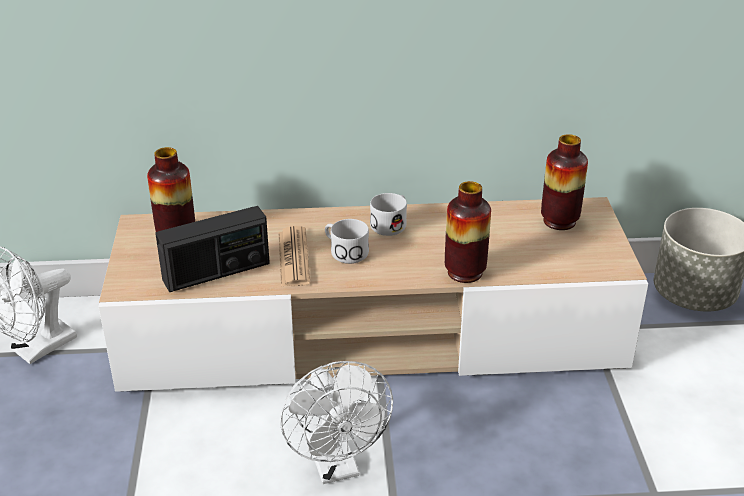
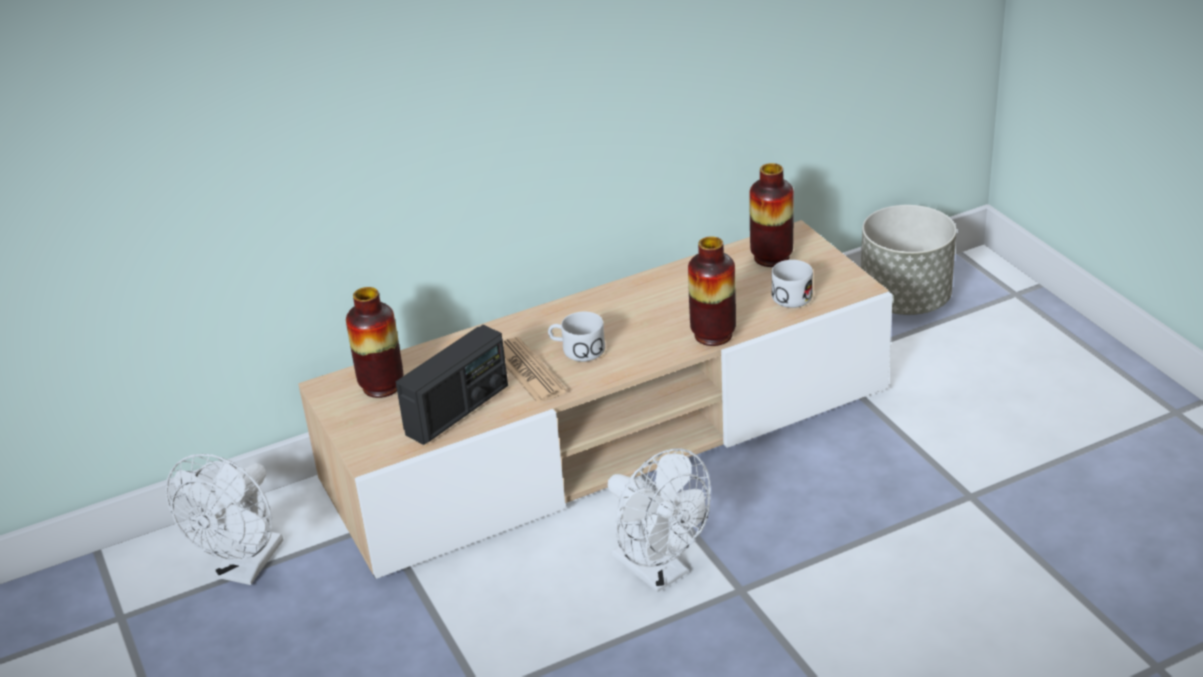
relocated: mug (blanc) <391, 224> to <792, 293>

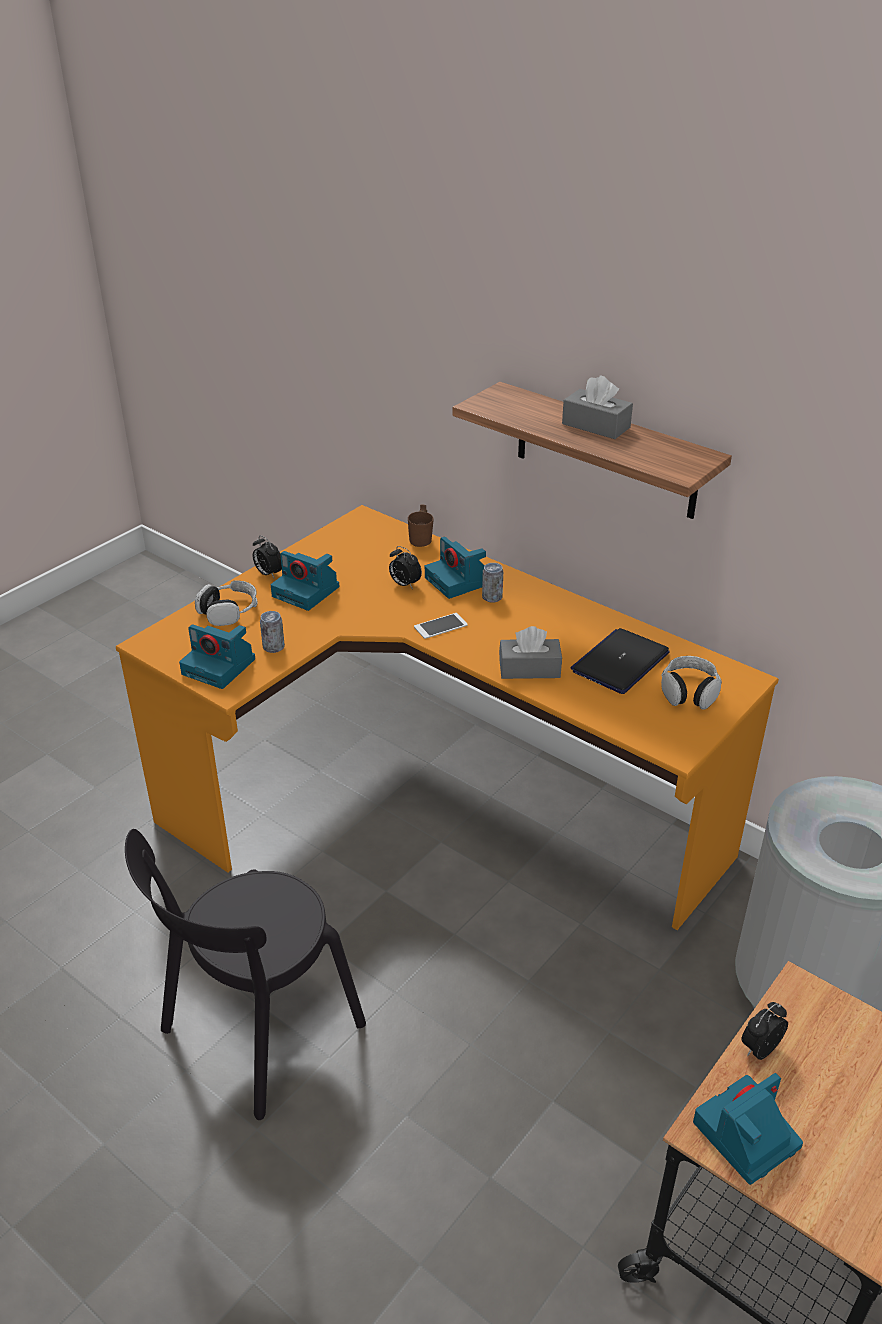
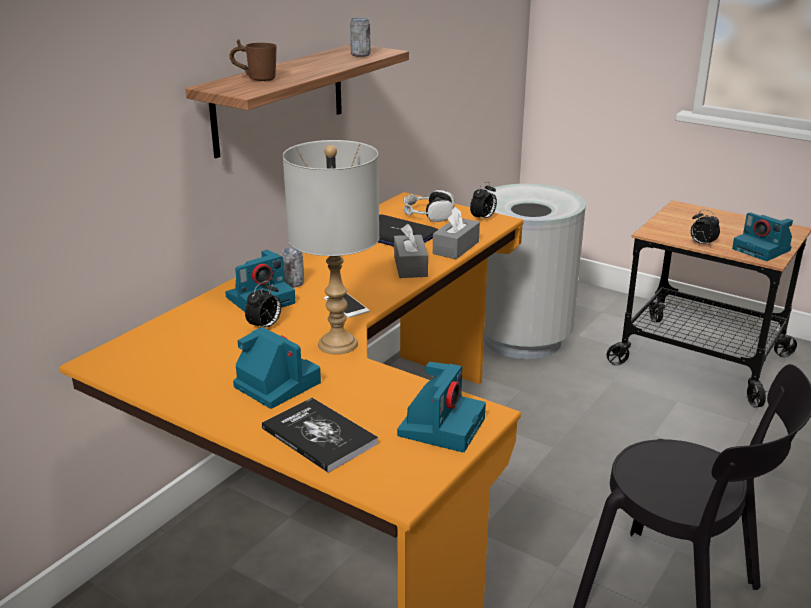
appeared: lampe de table (gris) <338, 344>
relocated: boîte à mouchoirs (gris) <596, 426> to <456, 248>; mug (marron) <424, 540> to <257, 78>; réveil <268, 574> to <483, 218>; boîte métallique <273, 647> to <360, 55>
exchanged: casque audio <228, 611> to livre <319, 436>
spun: appareil photo <307, 591> = <275, 384> 75 degrees counterclockwise

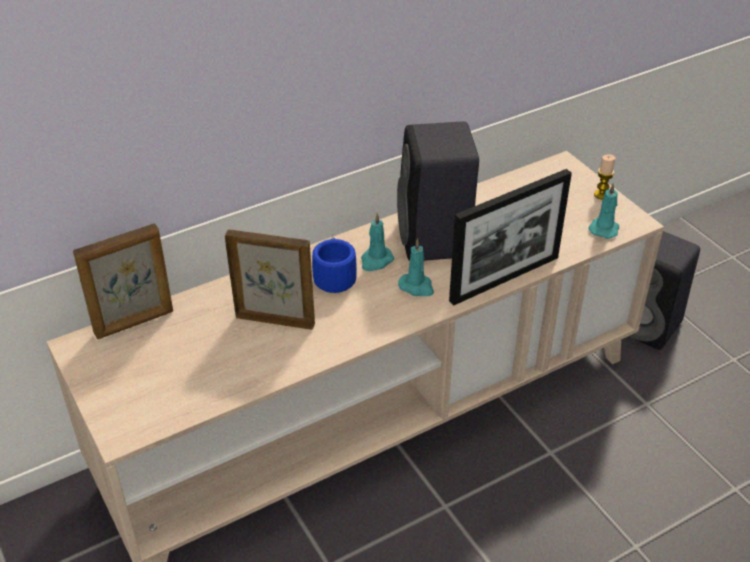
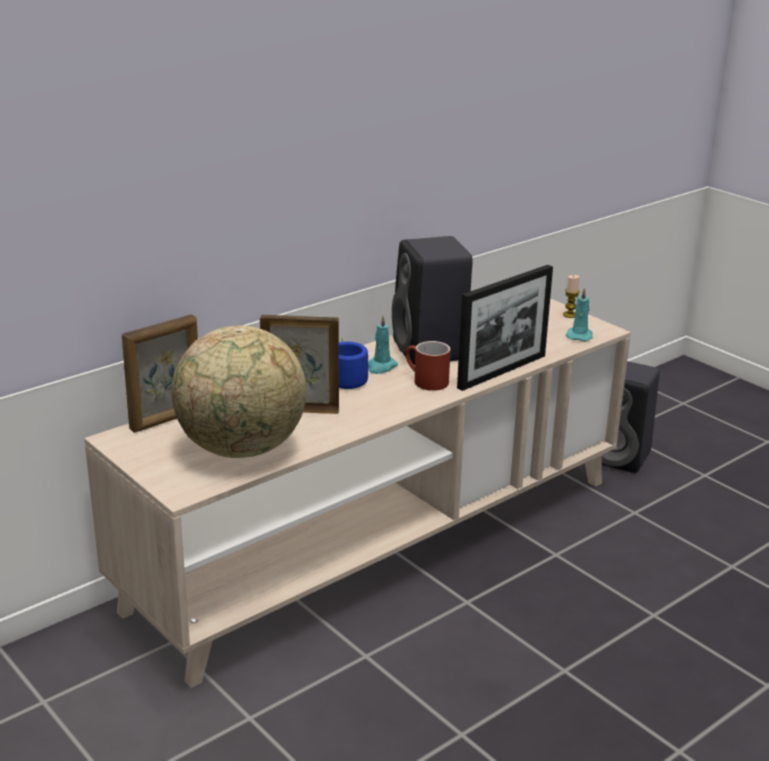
appeared: globe <242, 449>
exchanged: bougie (turquoise) <417, 287> to mug (rouge) <424, 381>

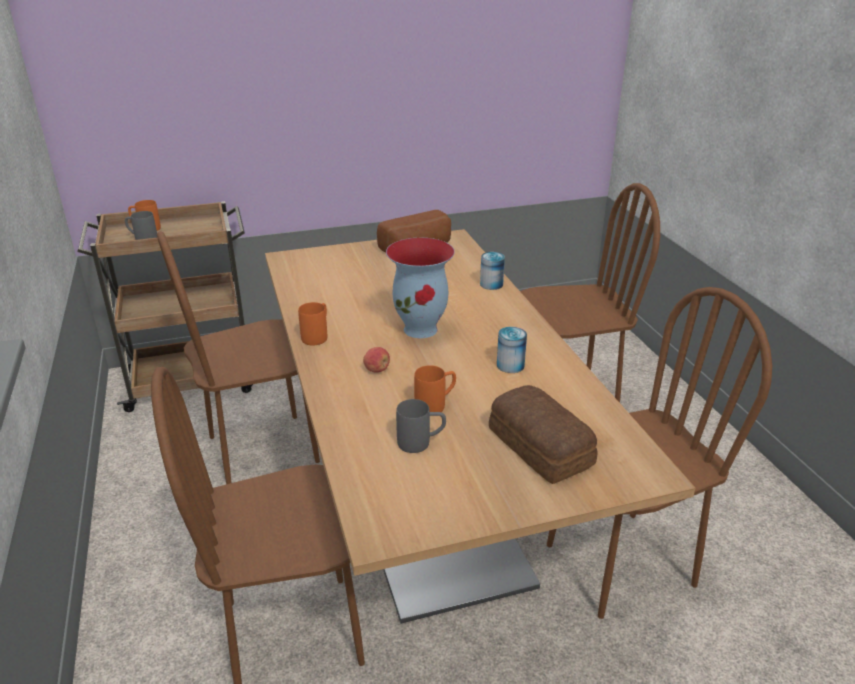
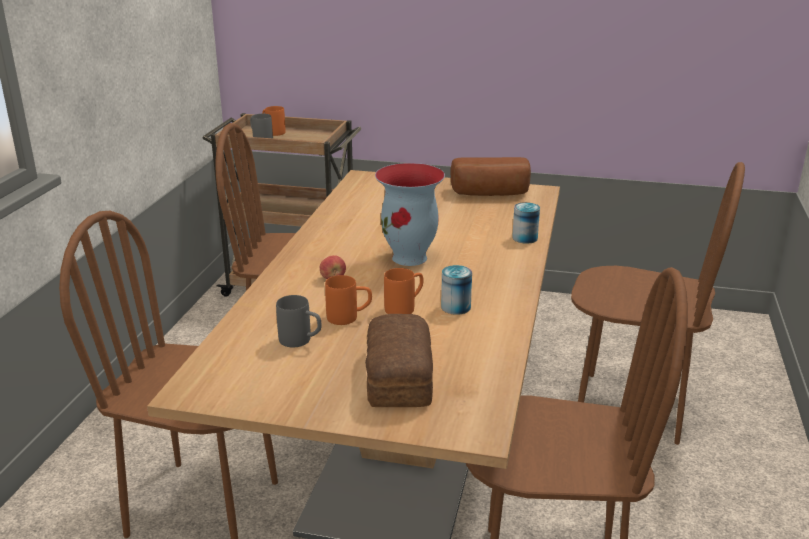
relocated: mug (orange) <317, 336> to <405, 307>

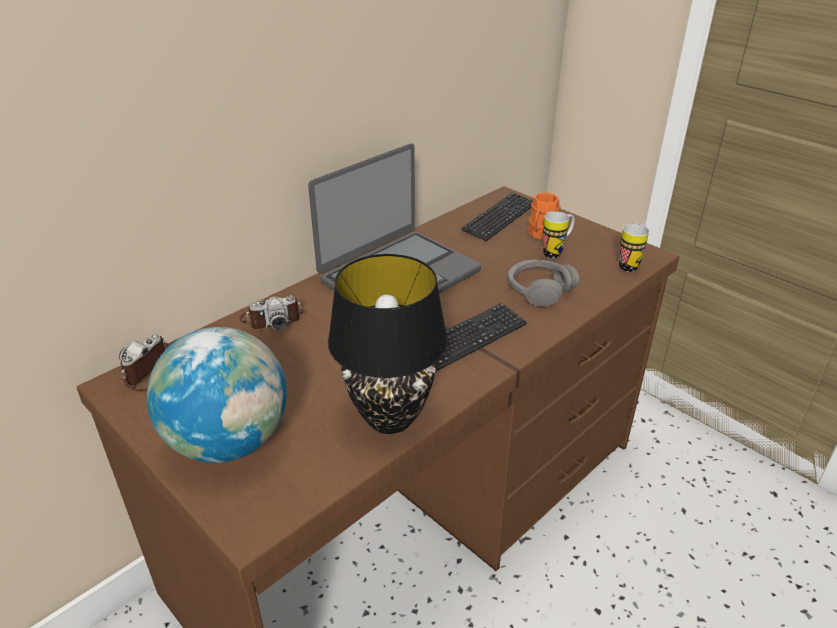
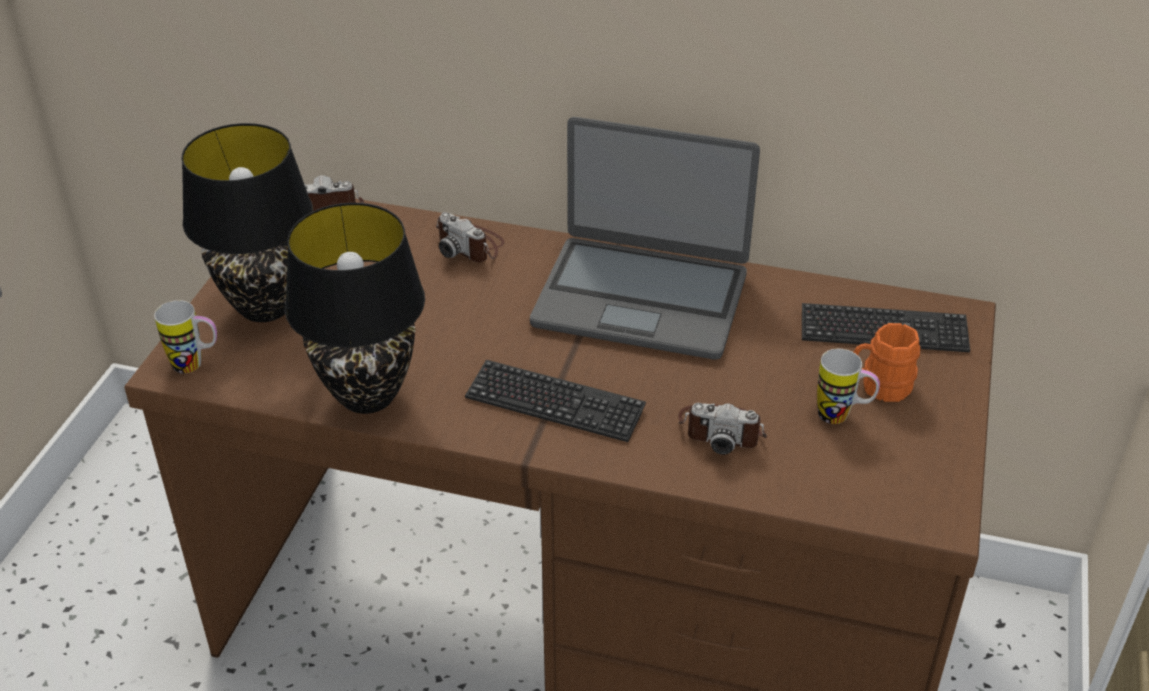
relocated: mug <630, 265> to <196, 365>
exchanged: casque audio (gris) <539, 290> to appareil photo <721, 430>; globe <229, 442> to lampe de table (noir) <266, 308>

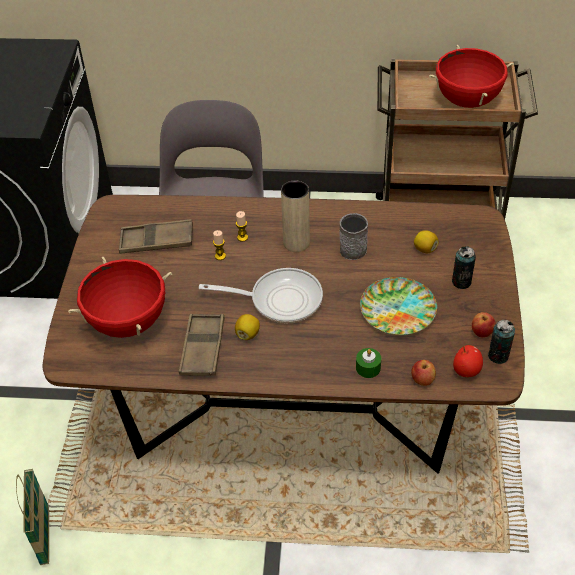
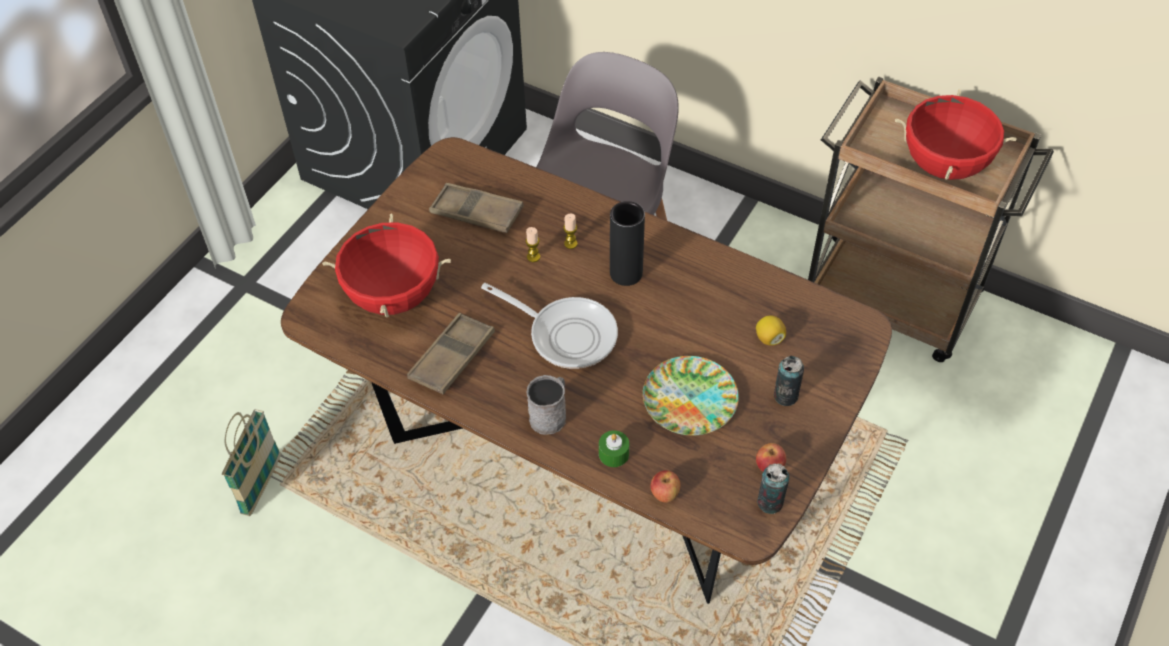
missing: citron <247, 334>; pomme <466, 370>
relocated: mug (gris) <353, 246> to <550, 414>
colour: vase (beige) <296, 243> to vase (noir) <626, 273>

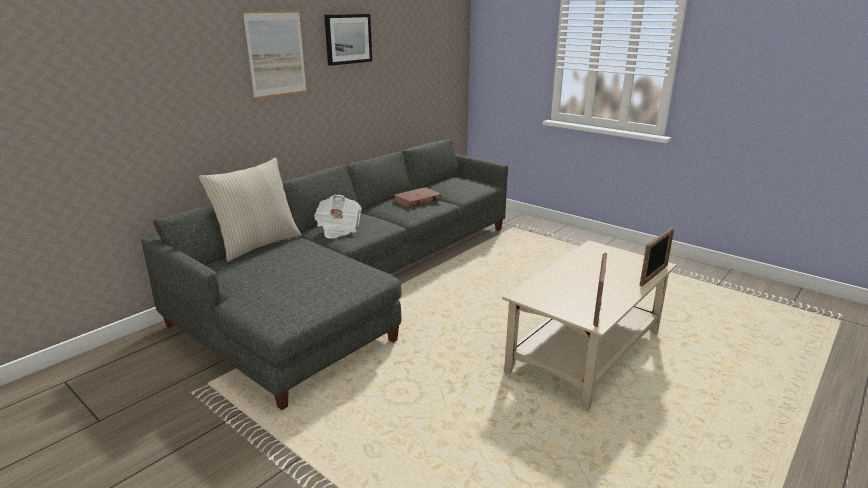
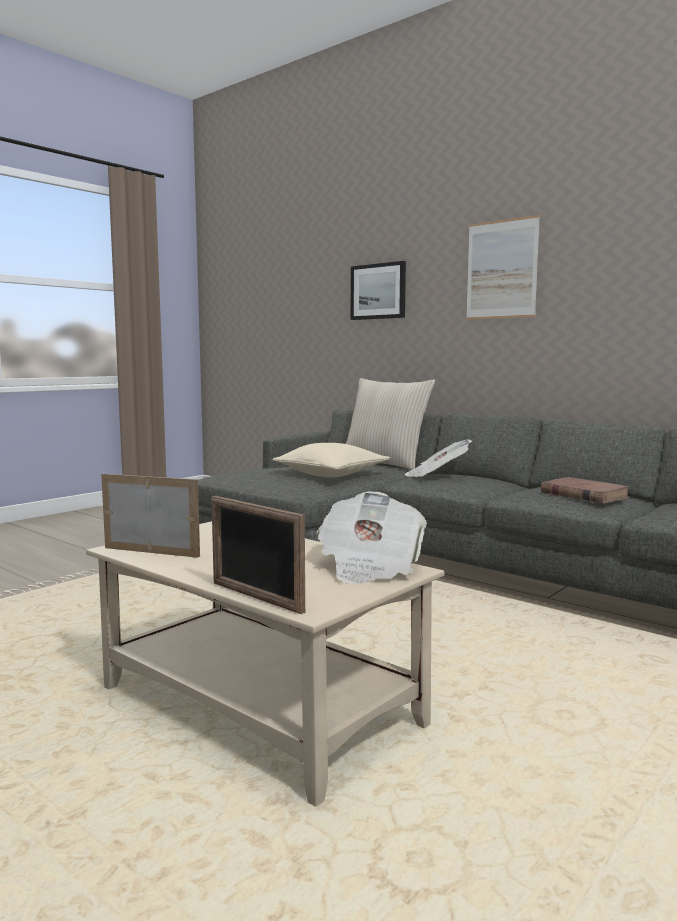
appeared: coussin (beige) <331, 474>; journal <369, 567>
relocated: tableau <348, 39> to <378, 291>

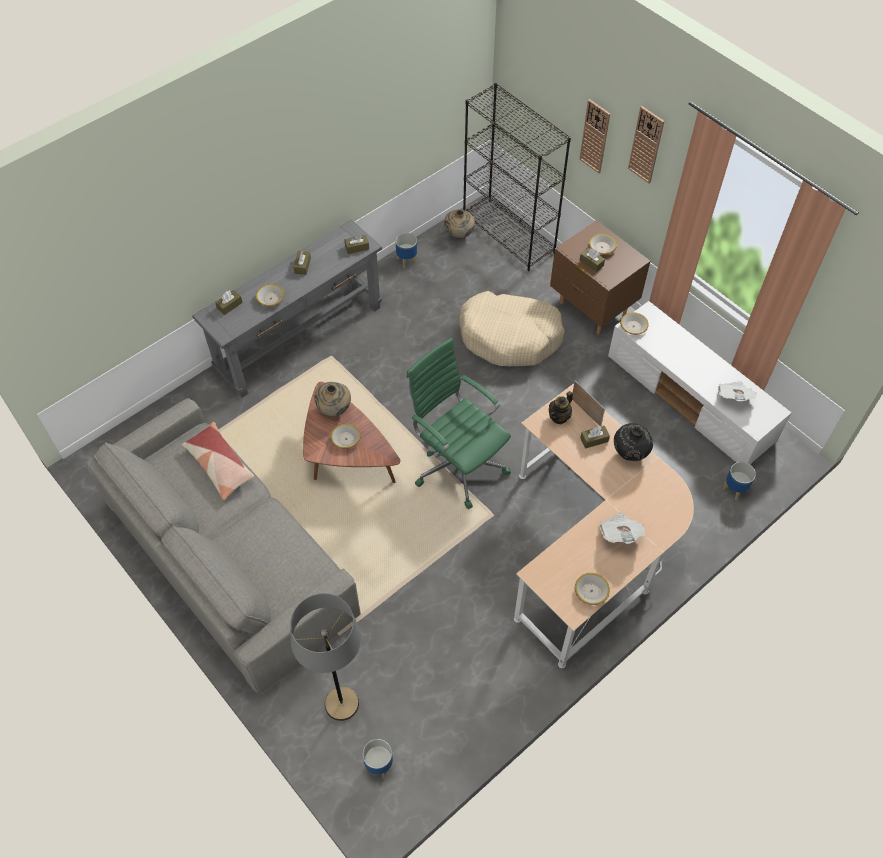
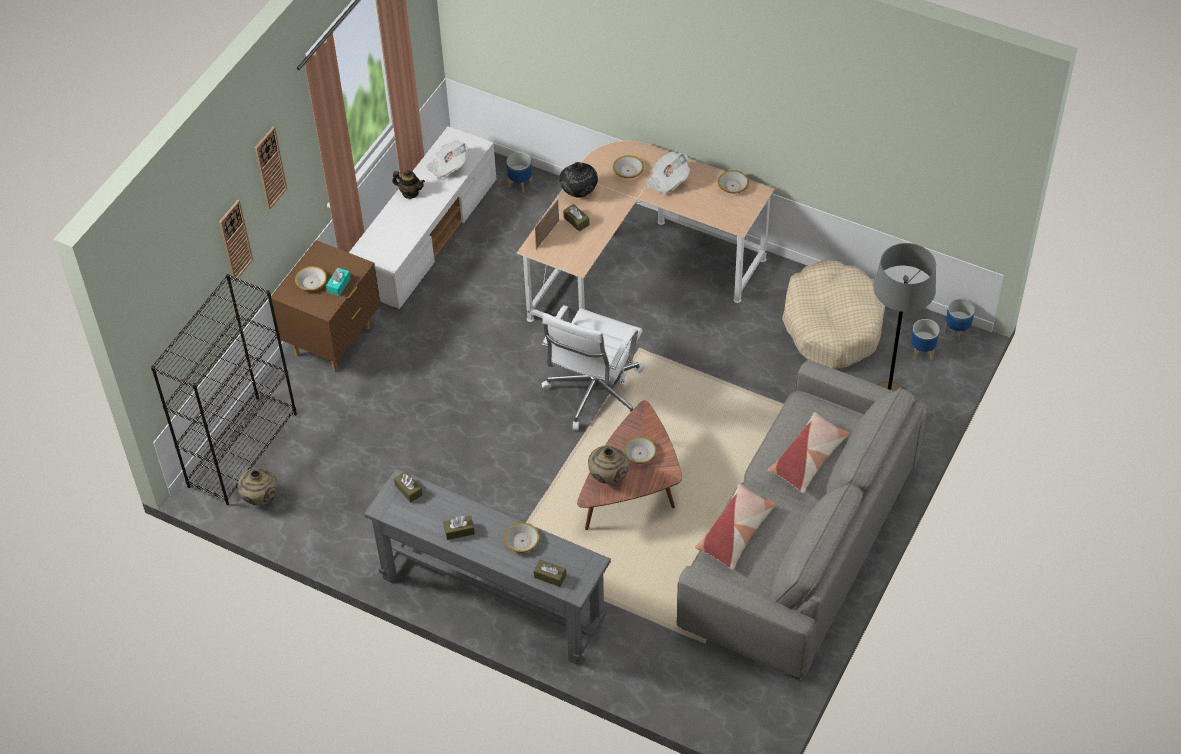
appeared: coussin <808, 458>
relocated: cache-pot <407, 260> to <956, 331>; panier pour chien (beige) <510, 336> to <832, 324>; bol <633, 326> to <628, 171>; théière <559, 417> to <410, 193>
colour: boîte à mouchoirs (marron) <591, 263> to boîte à mouchoirs (turquoise) <339, 285>; chaise de bureau (vert) <458, 463> to chaise de bureau (blanc) <594, 394>

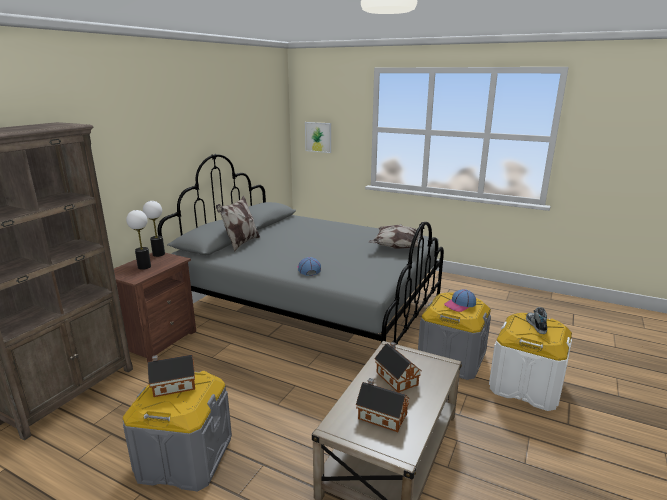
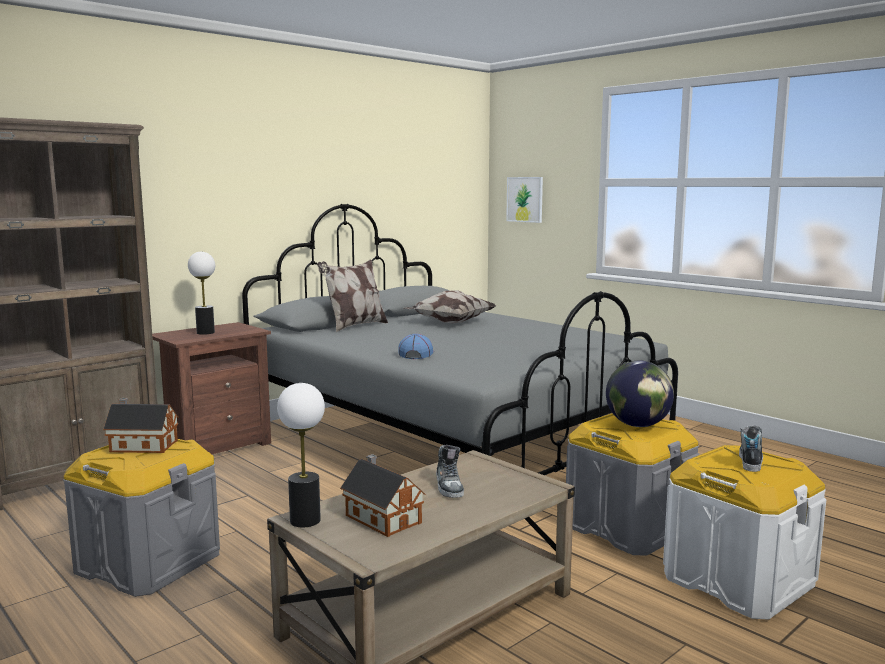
relocated: lampe de table <159, 254> to <305, 521>; coussin <396, 247> to <449, 322>
exchanged: casquette <460, 305> to globe <638, 425>; maison miniature <396, 377> to chaussure <449, 486>

